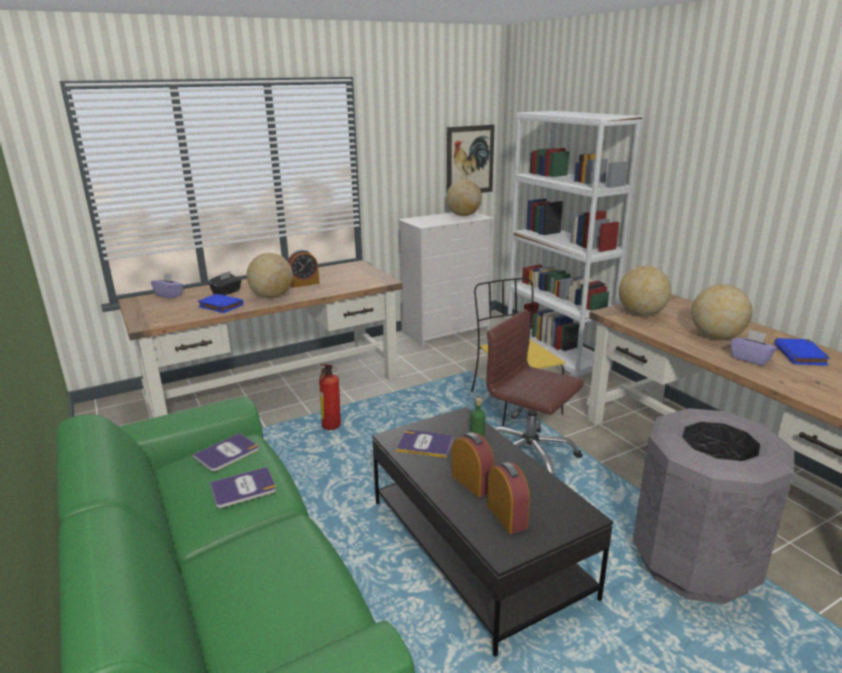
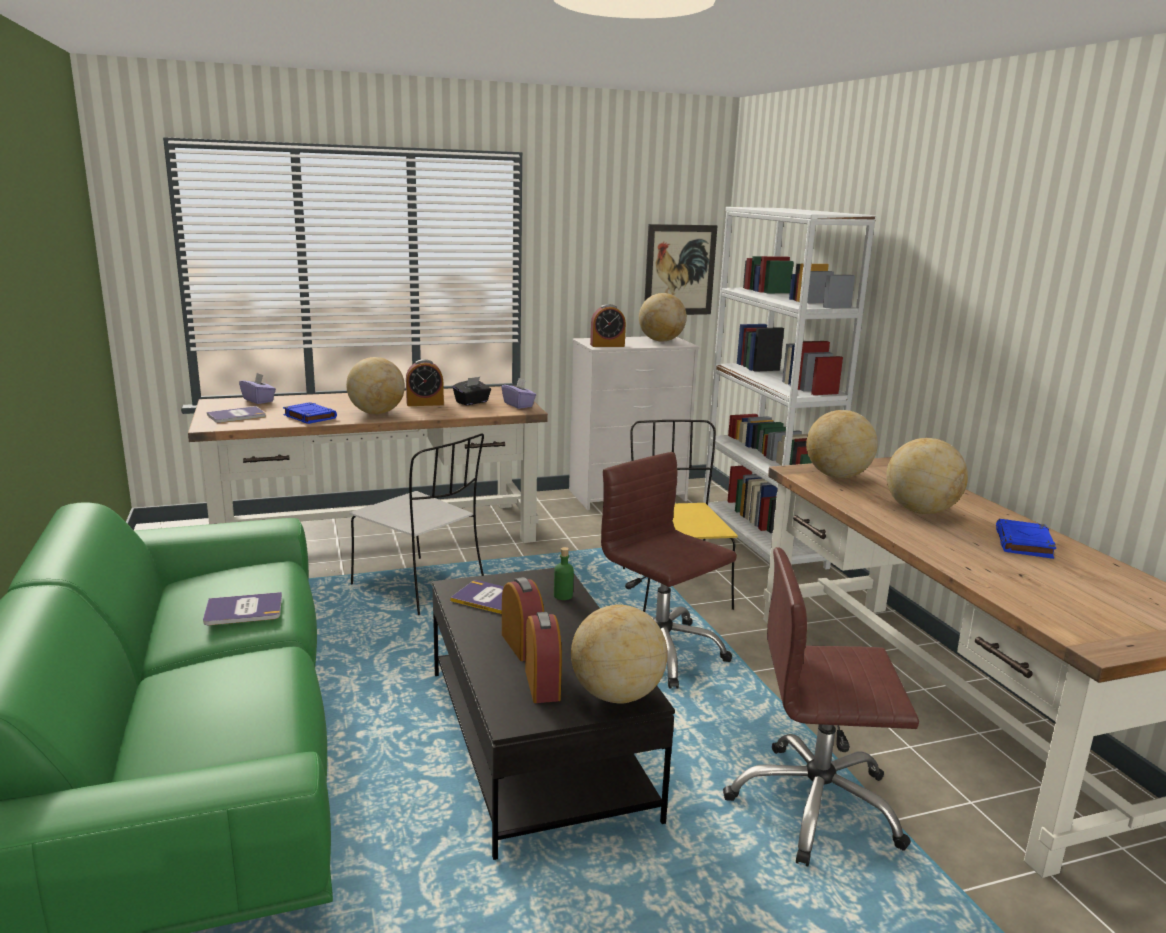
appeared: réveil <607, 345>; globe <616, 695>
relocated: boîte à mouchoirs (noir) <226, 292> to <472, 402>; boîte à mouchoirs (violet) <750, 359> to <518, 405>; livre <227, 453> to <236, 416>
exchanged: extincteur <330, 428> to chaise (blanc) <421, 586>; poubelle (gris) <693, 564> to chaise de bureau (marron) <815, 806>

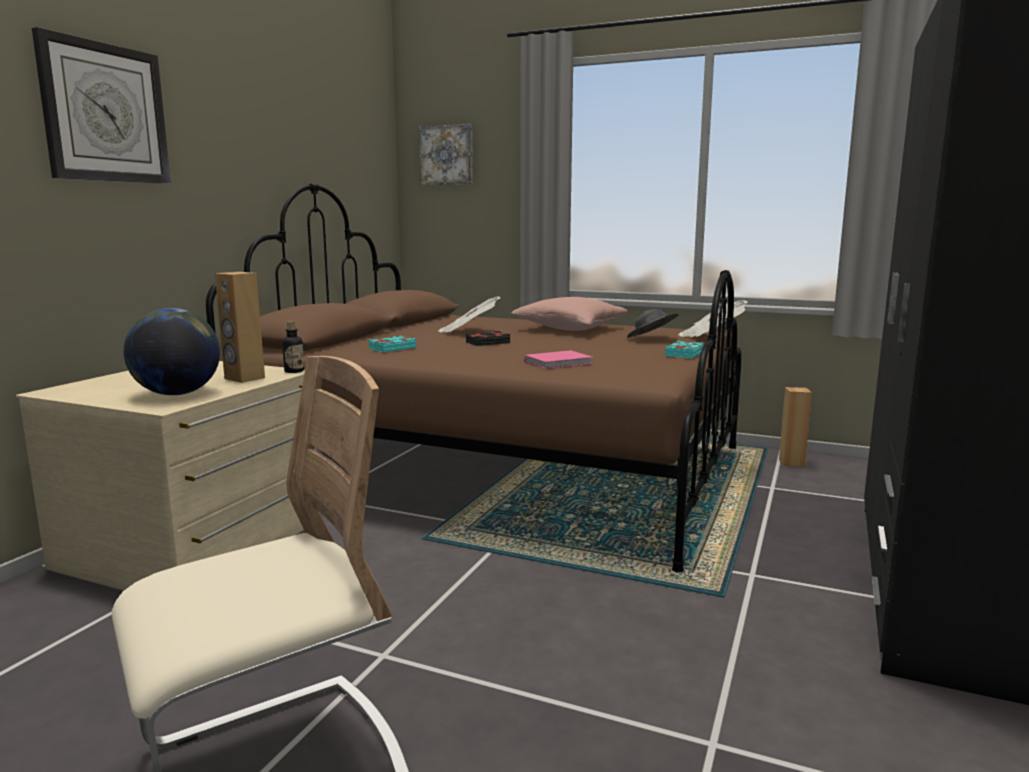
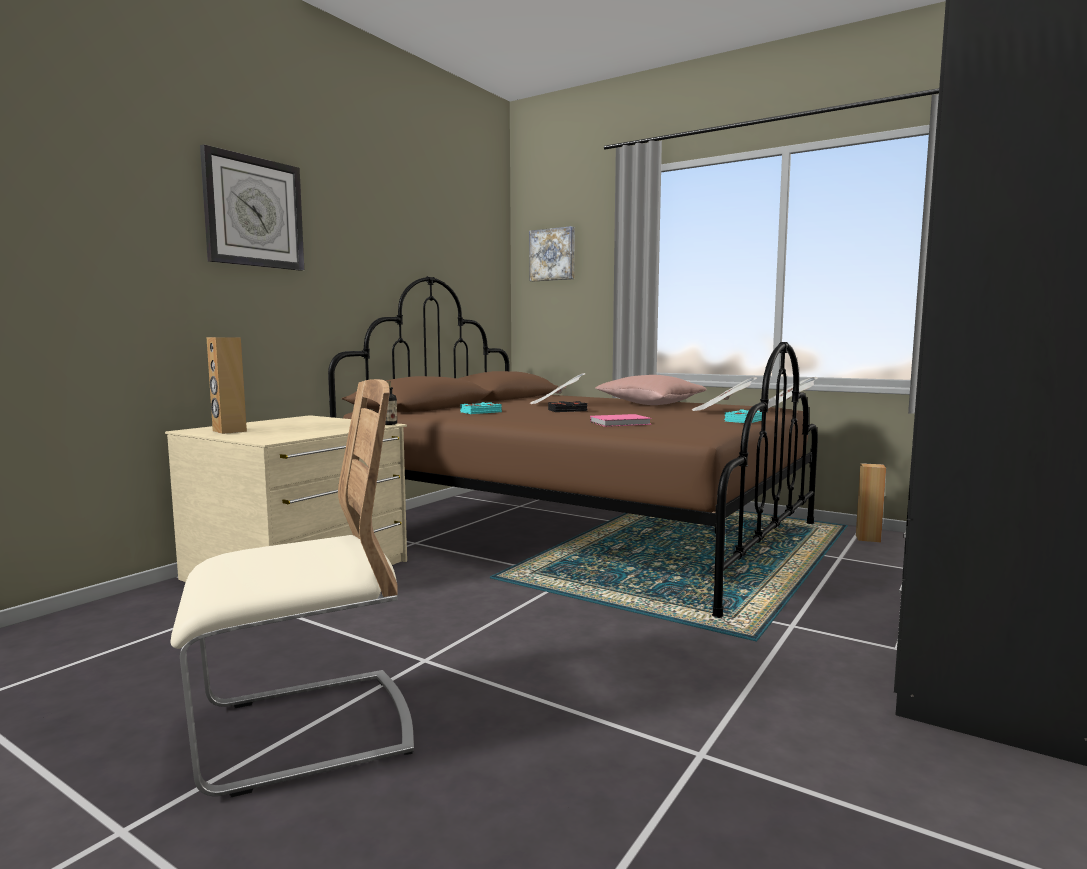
missing: globe <177, 394>
relocated: enceinte (marron) <244, 378> to <229, 431>
exchanged: chapeau (gris) <651, 339> to journal <722, 411>

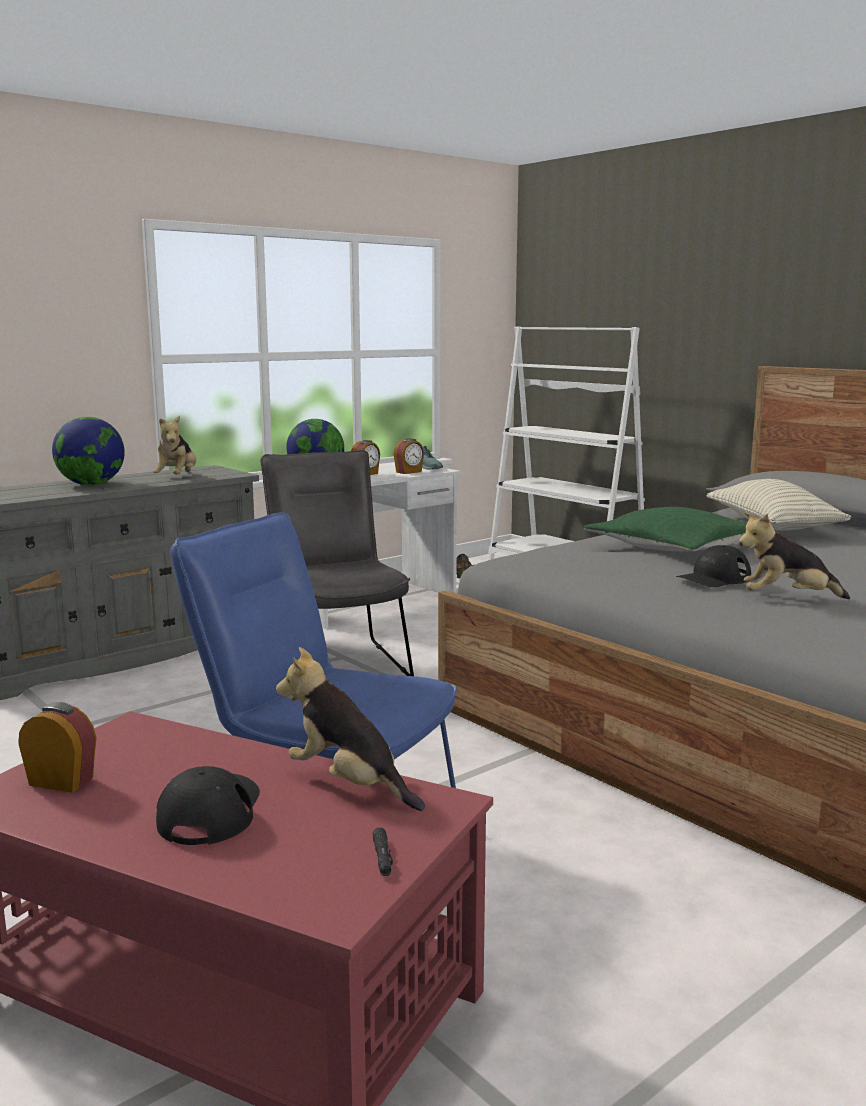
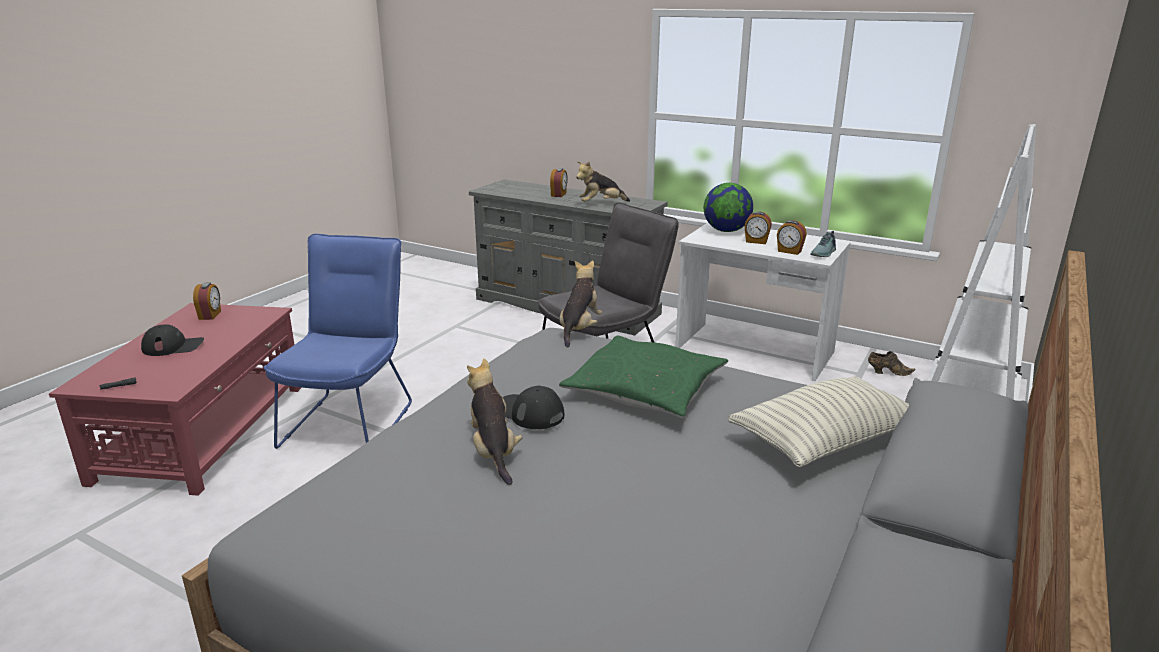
relocated: peluche <349, 784> to <579, 329>
exchanged: globe <91, 484> to réveil <559, 195>

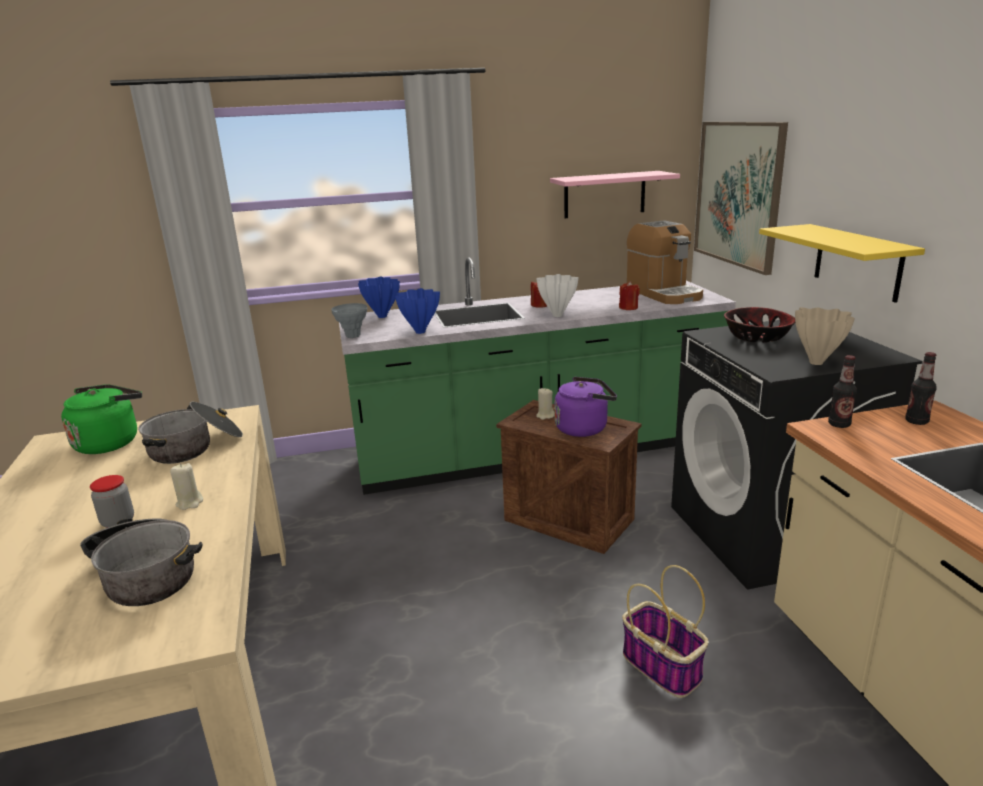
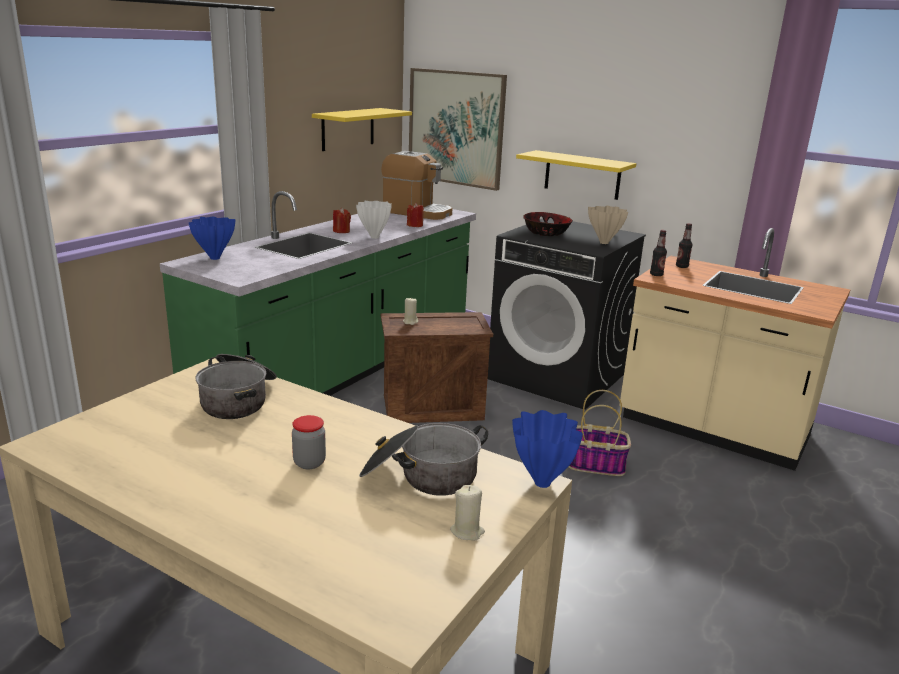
missing: vase (gris) <352, 336>; bouilloire (violet) <584, 428>; bouilloire (vert) <110, 442>
relocated: vase (bleu) <420, 332> to <541, 482>; bougie (beige) <190, 503> to <467, 531>
colour: étagère (rose) <604, 194> to étagère (jaune) <348, 129>

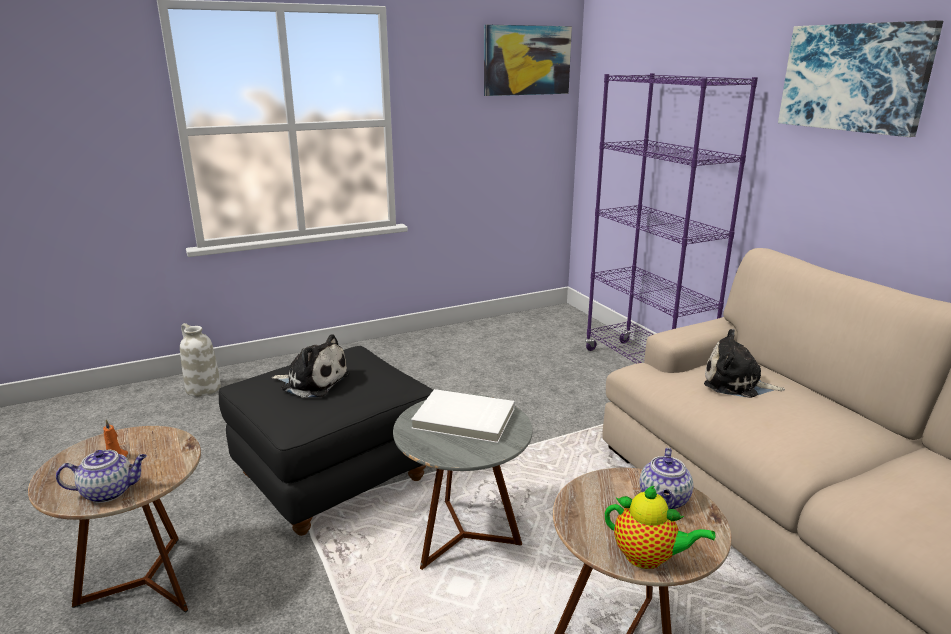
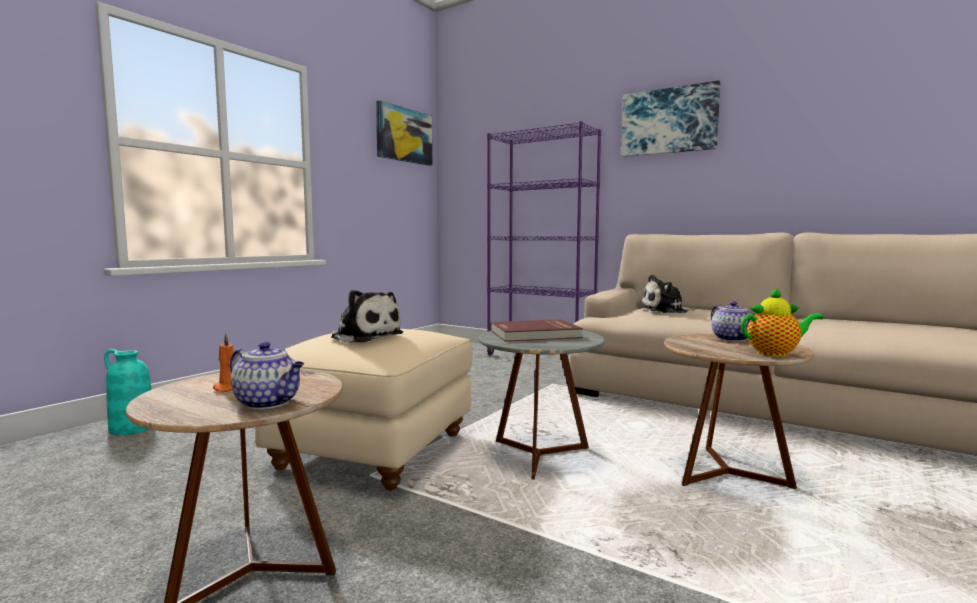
colour: vase (blanc) <202, 389> to vase (turquoise) <131, 428>; pouf (noir) <334, 477> to pouf (beige) <373, 450>; livre (blanc) <463, 419> to livre (rouge) <535, 334>
spun: peluche <312, 382> = <365, 336> 45 degrees clockwise; théière <109, 492> = <269, 402> 75 degrees clockwise

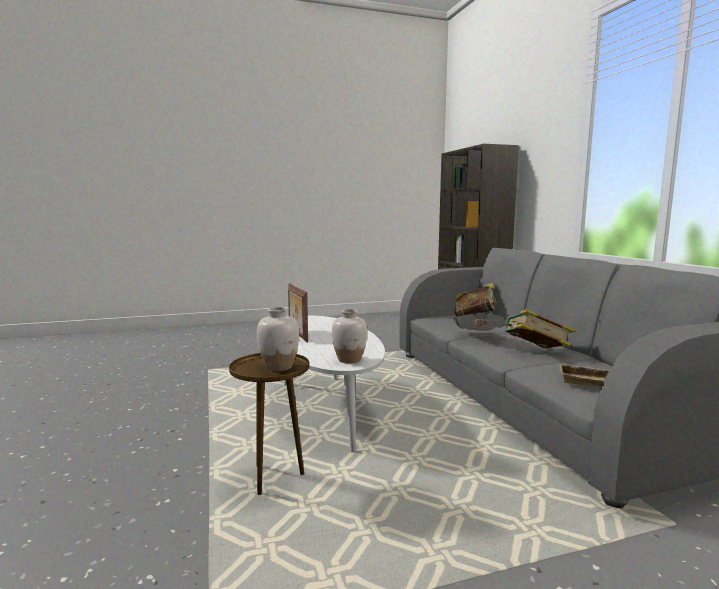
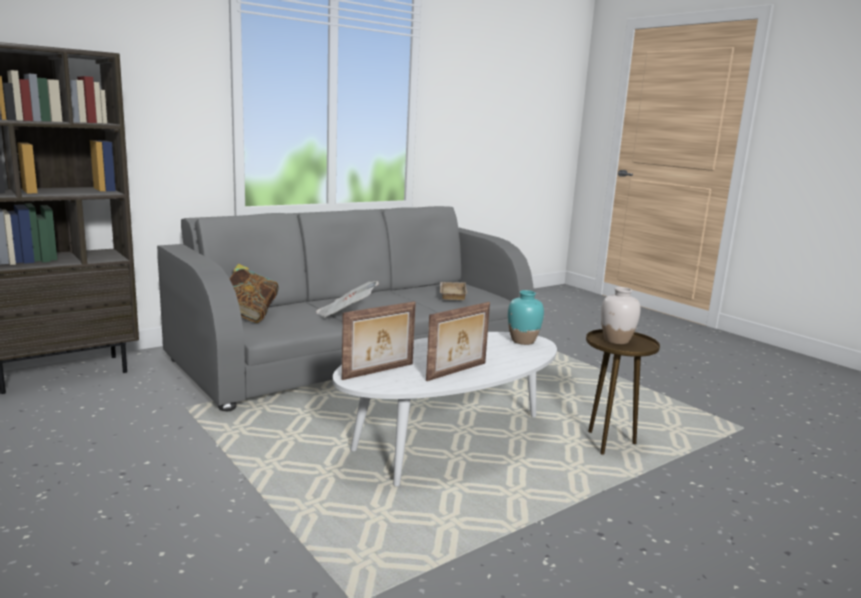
missing: livre <534, 352>
appeared: cadre photo <379, 372>
colour: vase (blanc) <349, 360> to vase (turquoise) <522, 341>

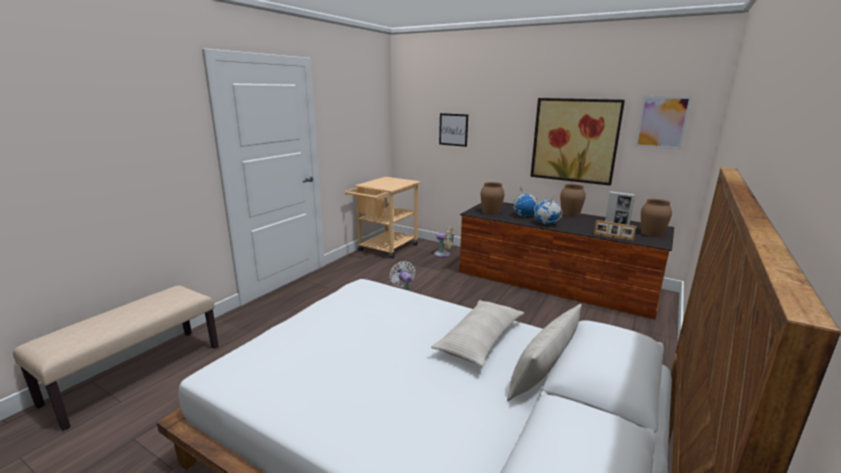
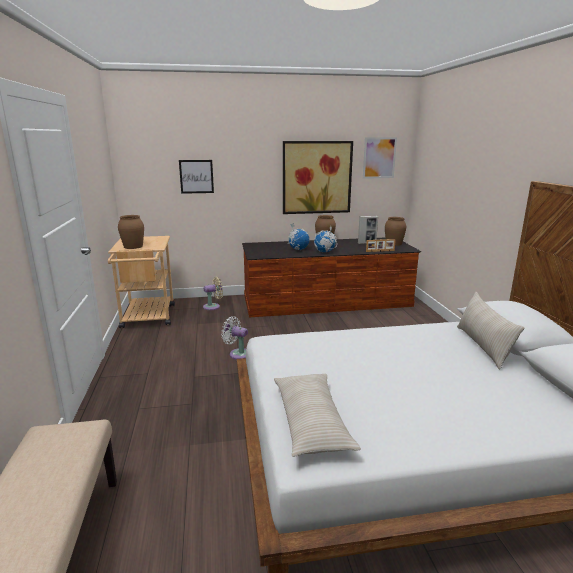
relocated: vase (marron) <491, 212> to <133, 246>; coussin (beige) <480, 340> to <311, 422>

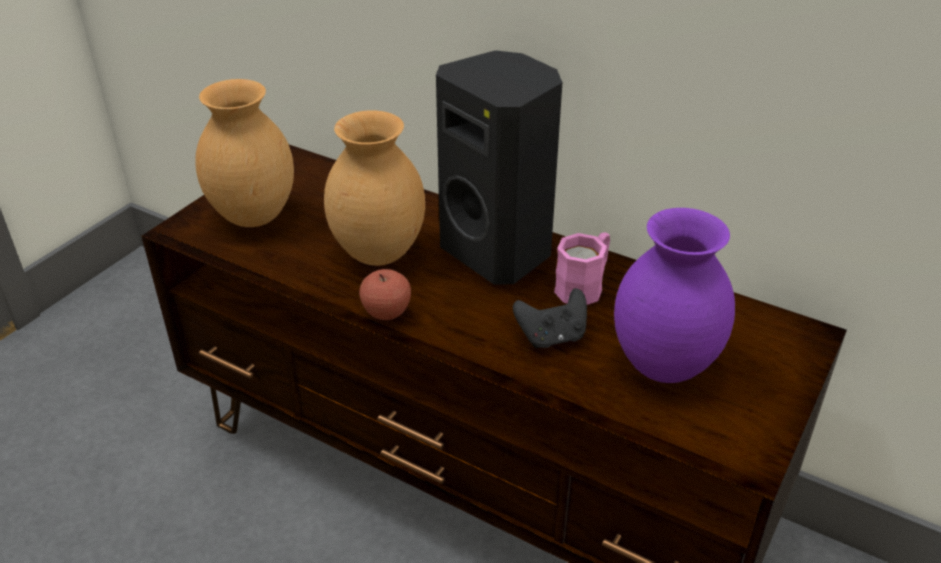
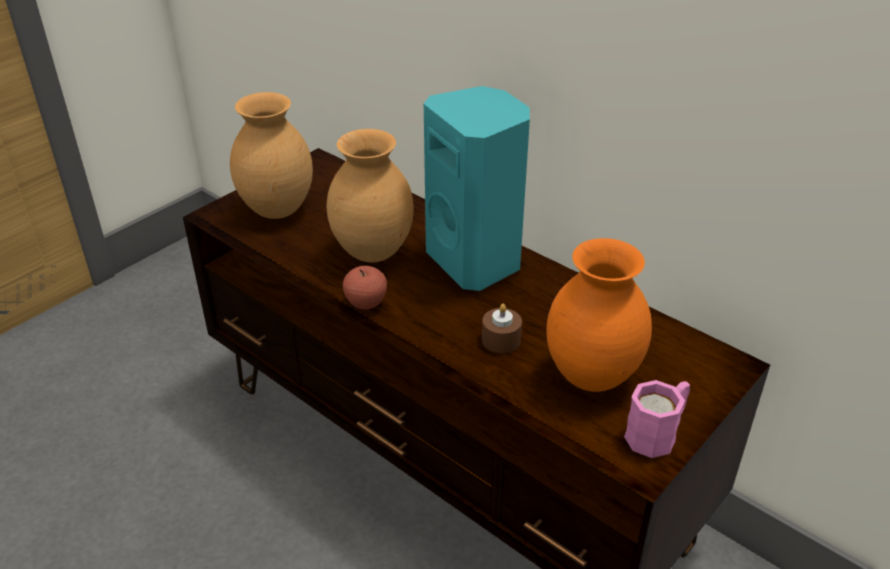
relocated: mug (rose) <584, 285> to <657, 433>
exchanged: manette (noir) <552, 337> to bougie (marron) <501, 340>
colour: enceinte (noir) <499, 252> to enceinte (turquoise) <477, 261>; vase (violet) <663, 367> to vase (orange) <590, 377>

